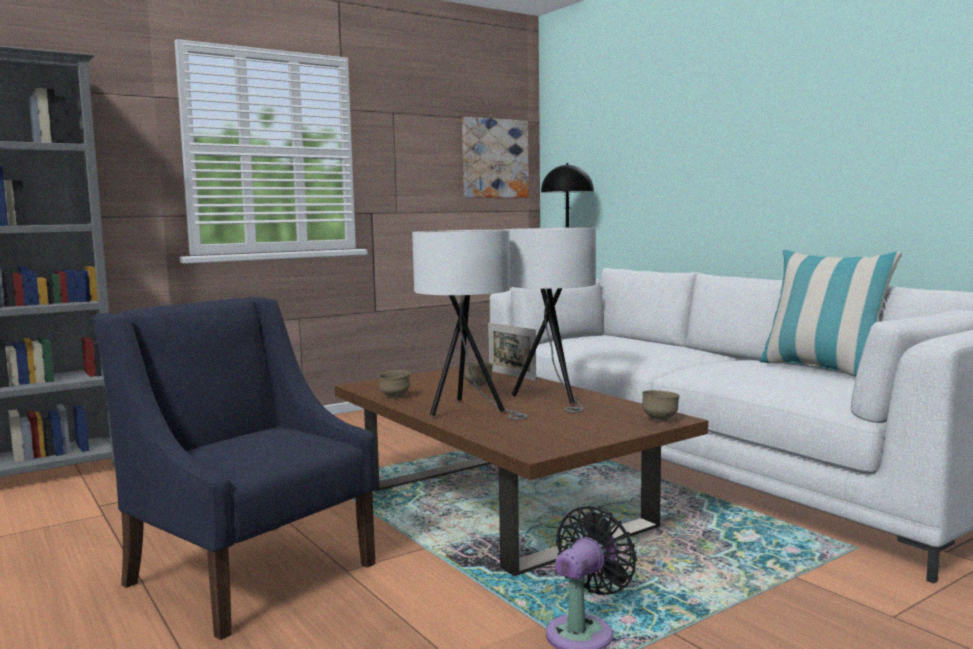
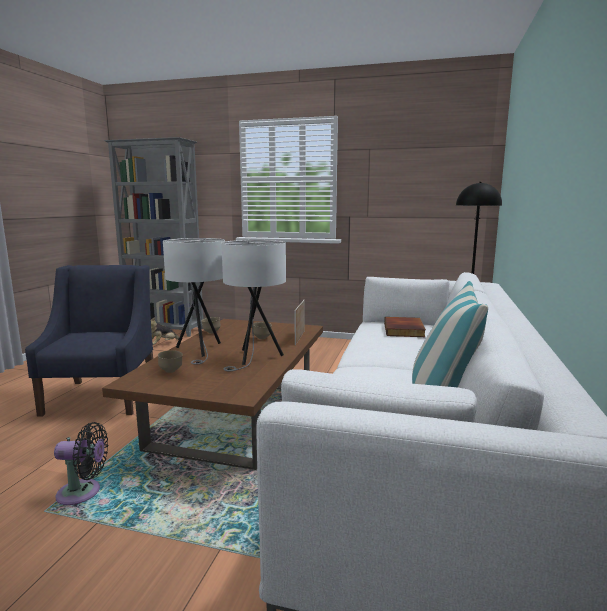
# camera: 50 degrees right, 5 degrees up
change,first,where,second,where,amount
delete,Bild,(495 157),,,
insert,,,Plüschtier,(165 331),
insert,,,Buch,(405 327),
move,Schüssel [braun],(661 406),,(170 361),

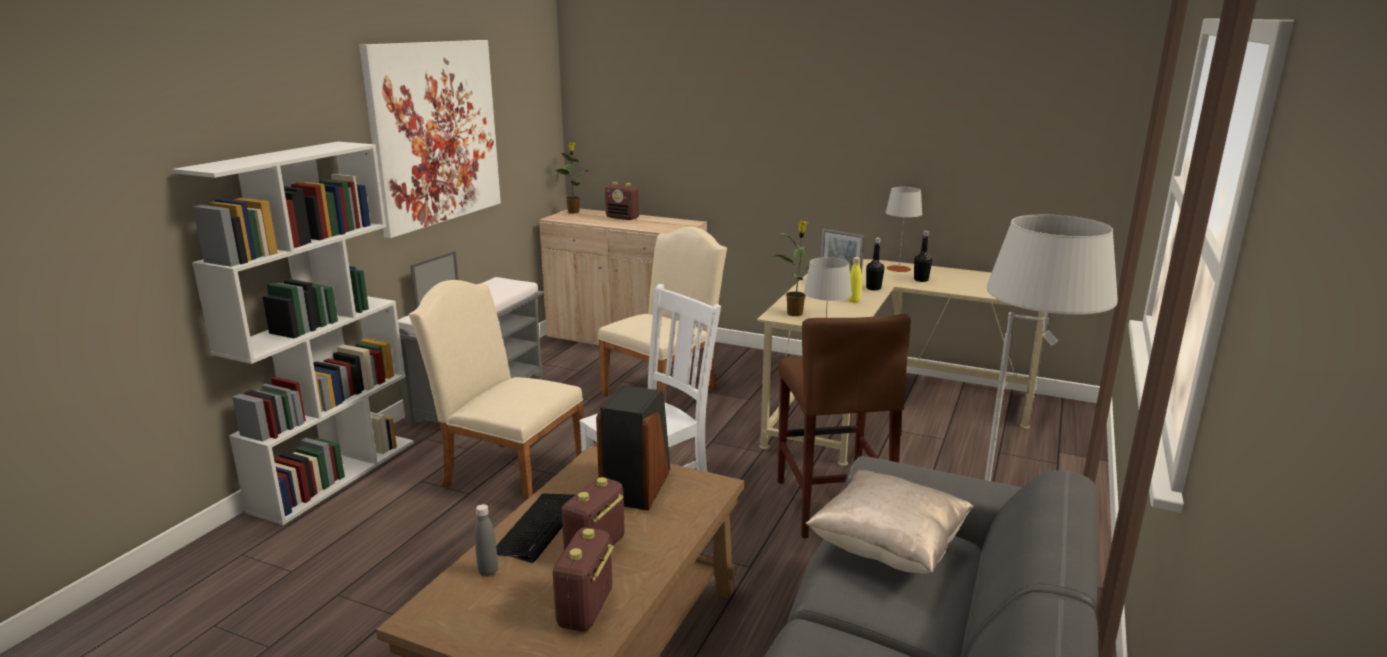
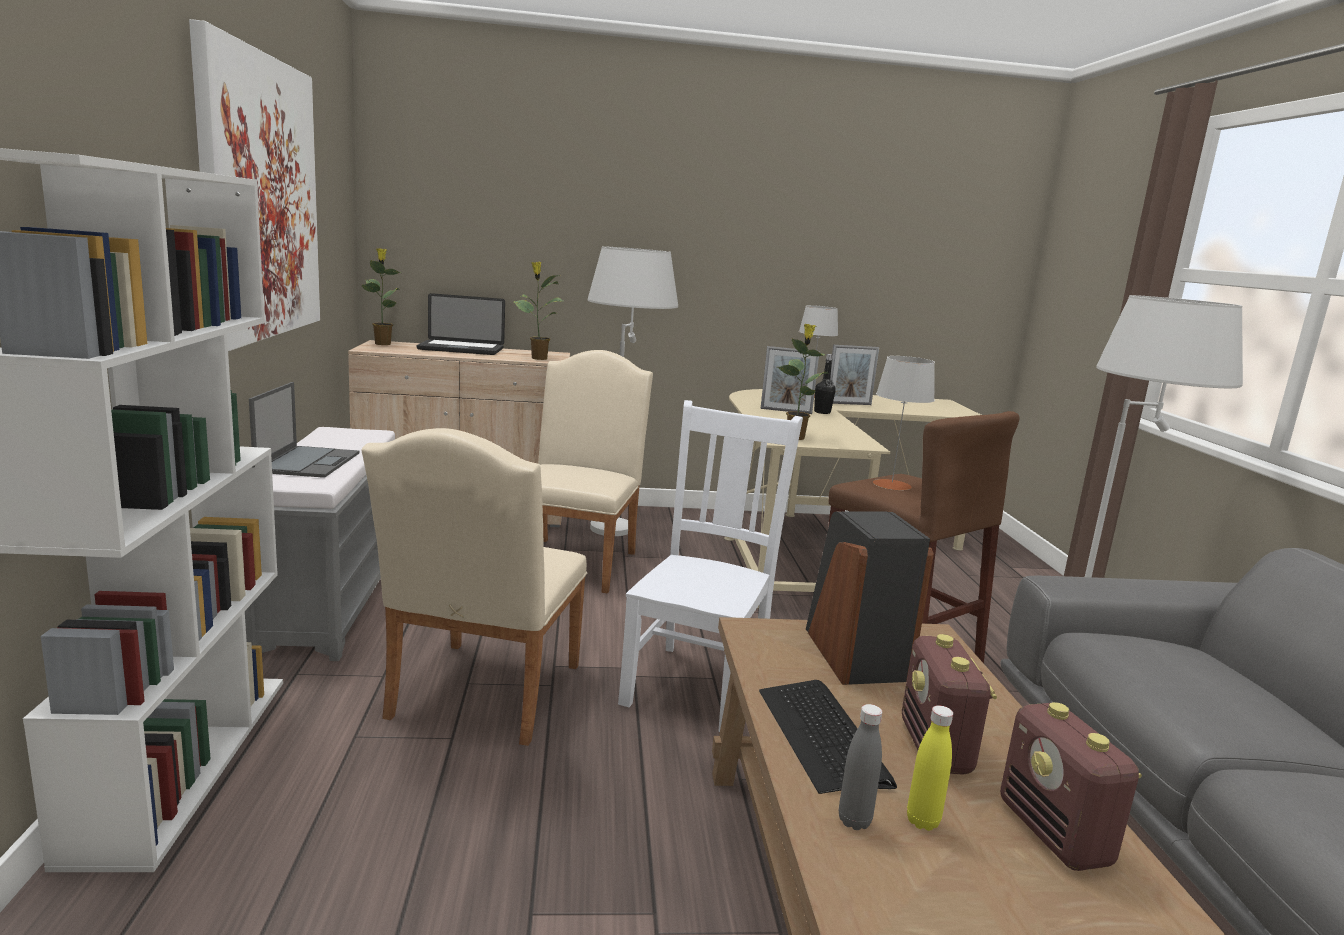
# camera: 30 degrees left, 5 degrees down
change,first,where,second,where,amount
delete,Kissen [beige],(889 522),,,
insert,,,Topfpflanze,(538 311),
insert,,,Stehlampe [weiß],(633 391),
move,Flasche [gelb],(855 280),,(930 768),
replace,Radio,(622 201),Laptop,(461 324),
replace,Flasche [schwarz],(923 256),Bilderrahmen,(855 375),
rotate,Stuhl [beige],(496 391),,(474 587),75 degrees counterclockwise

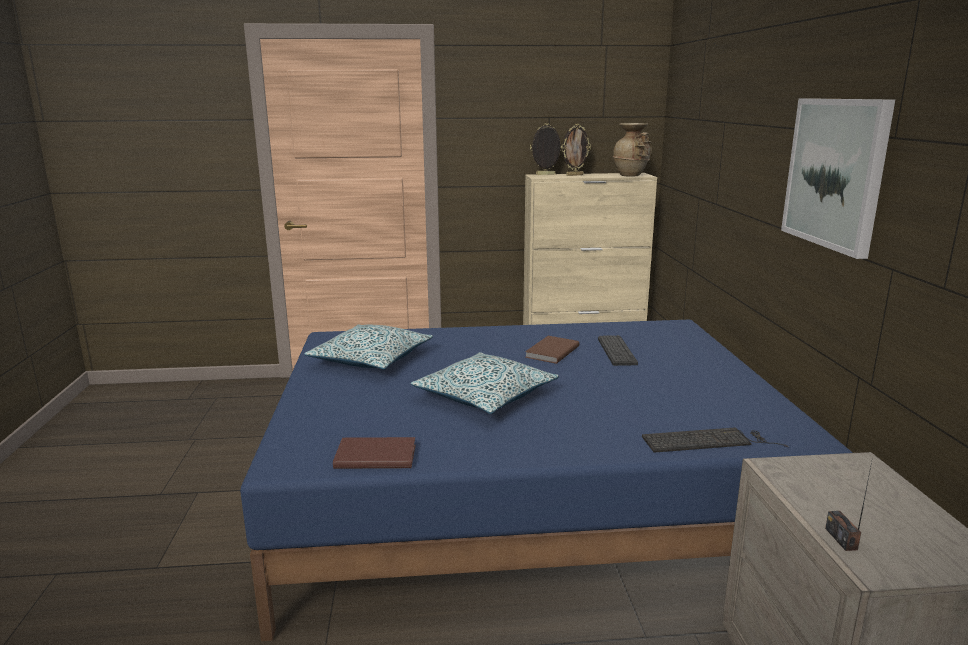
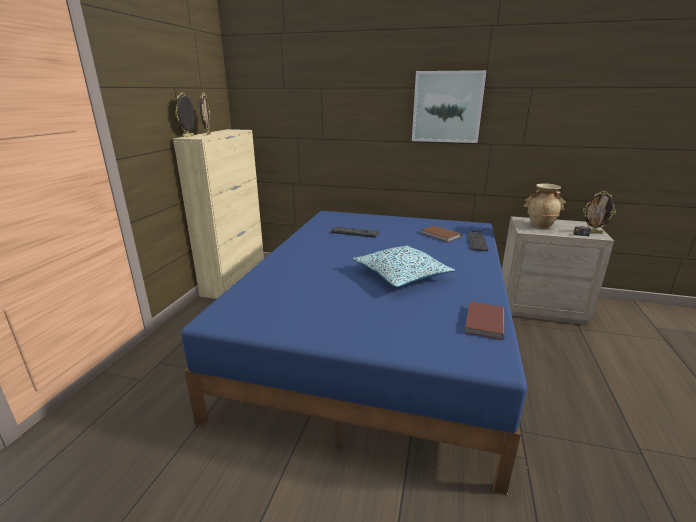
# camera: 70 degrees left, 5 degrees up
change,first,where,second,where,amount
delete,Kissen,(368 346),,,
insert,,,Bilderrahmen,(599 212),
move,Buch [braun],(552 350),,(441 234),
move,Vase [beige],(632 150),,(545 205),

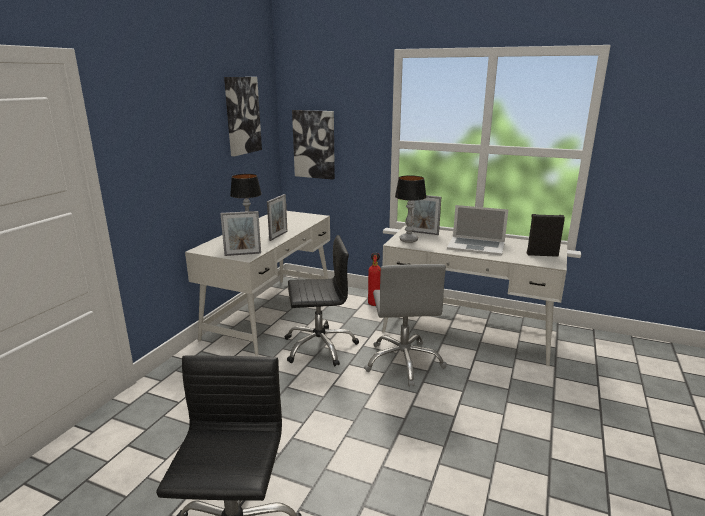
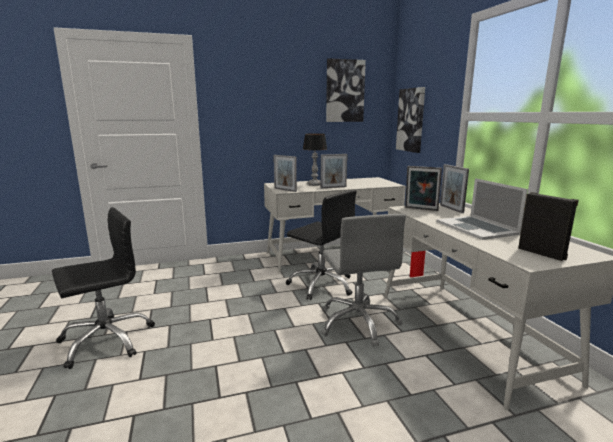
# camera: 50 degrees right, 5 degrees down
change,first,where,second,where,amount
replace,Tischlampe,(410 209),Bilderrahmen,(423 188),
rotate,Bürostuhl [grau],(405 325),,(363 280),60 degrees counterclockwise

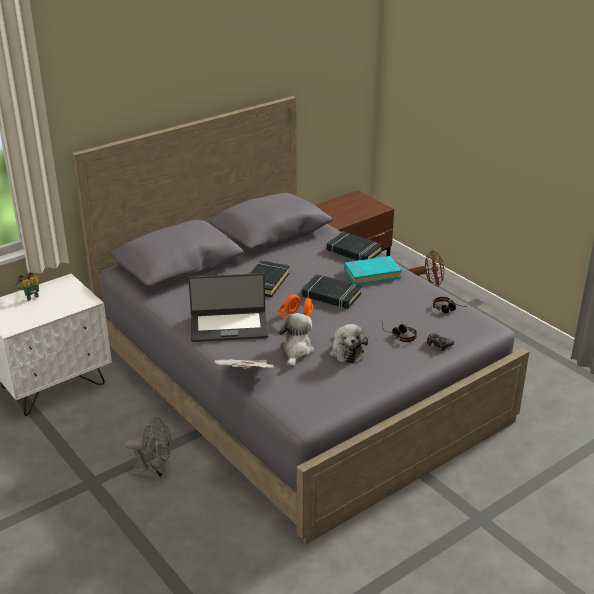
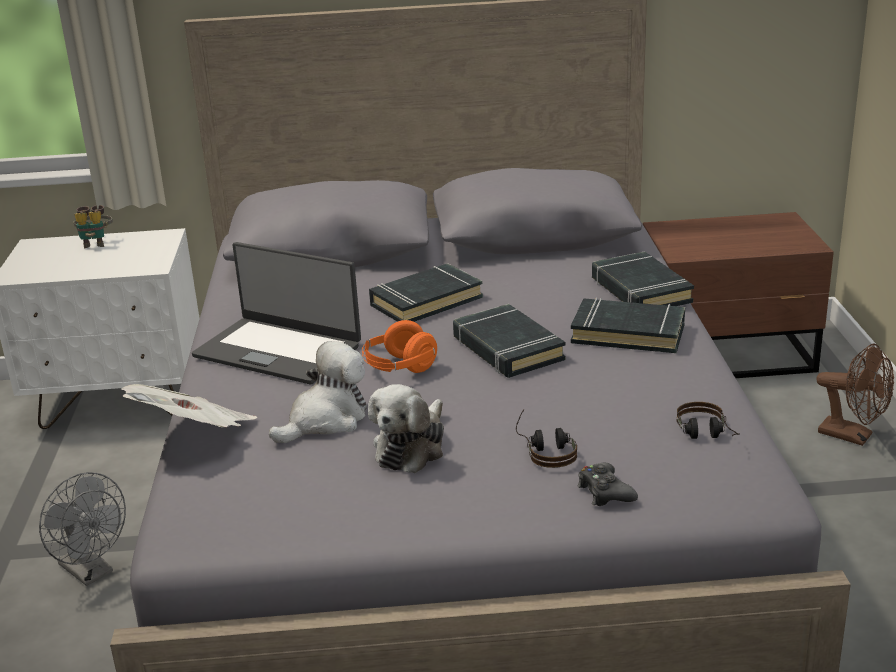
# camera: 35 degrees right, 5 degrees down
change,first,where,second,where,amount
recolor,Buch [türkis],(373 270),Buch [schwarz],(628 325),

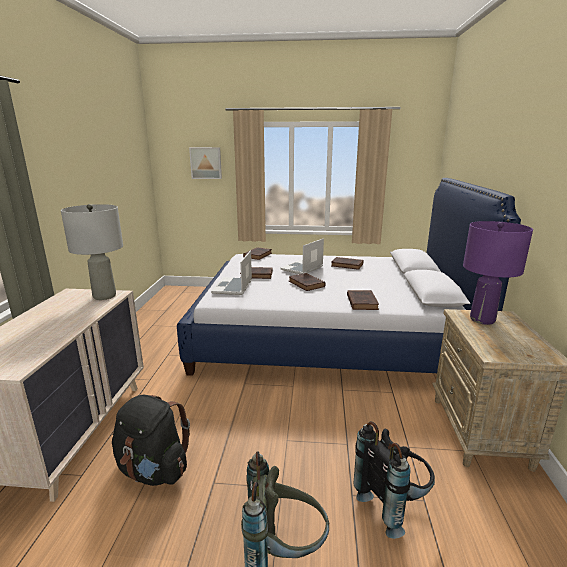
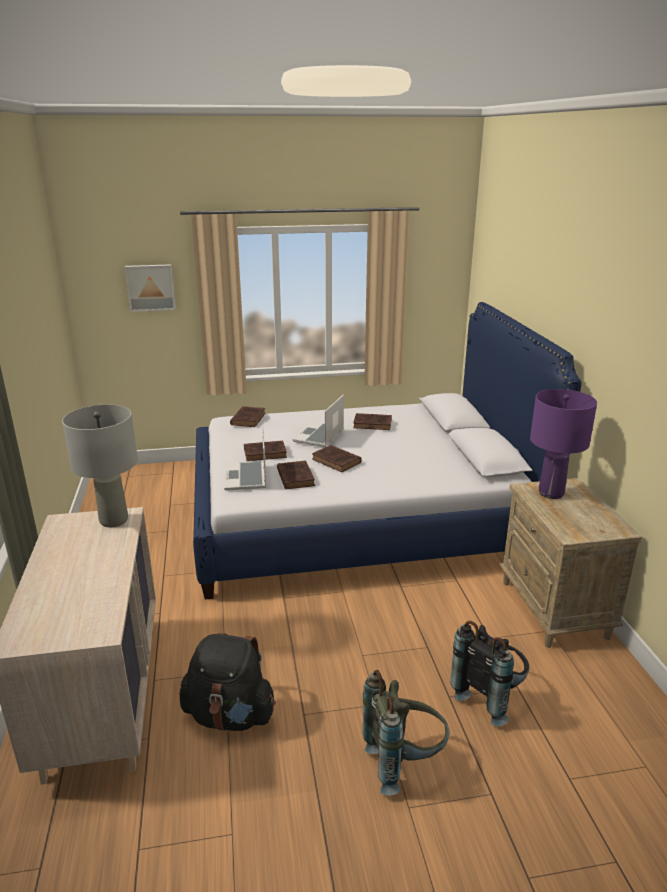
# camera: 15 degrees left, 5 degrees up
change,first,where,second,where,amount
move,Buch [braun],(363 300),,(296 475),

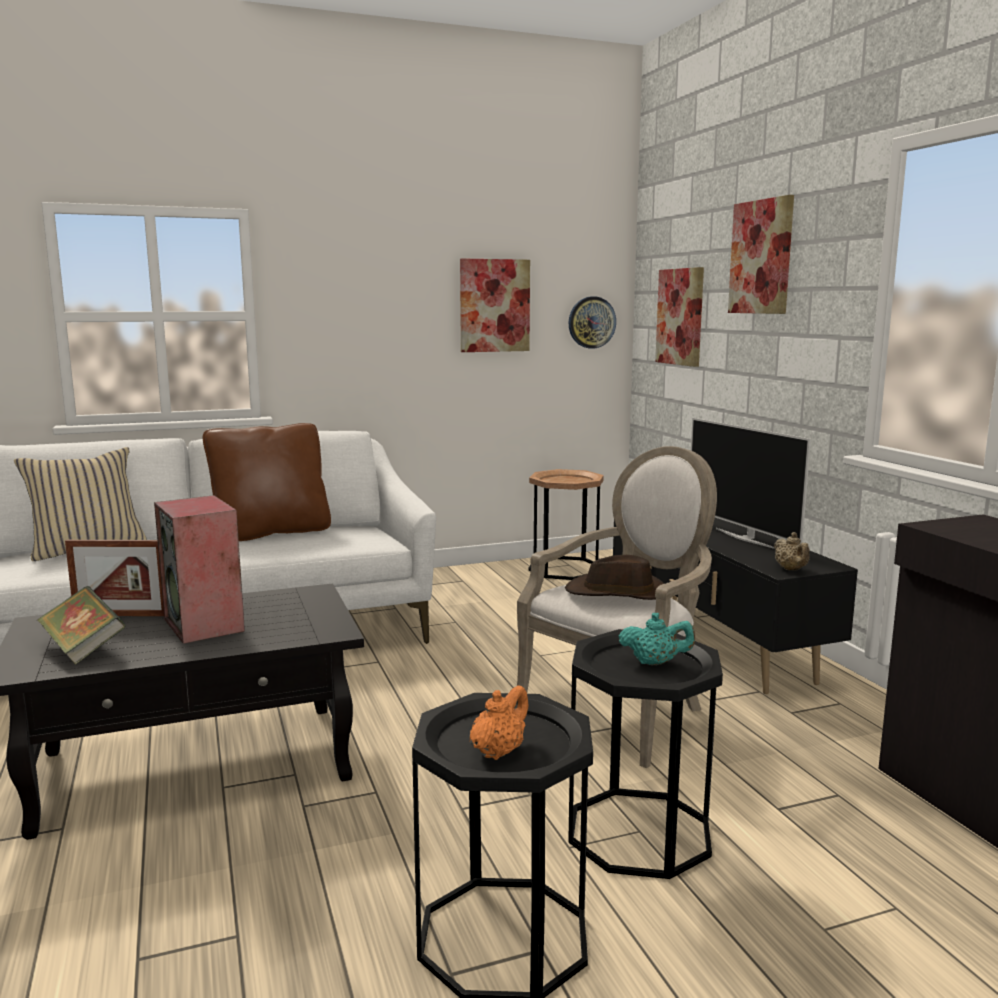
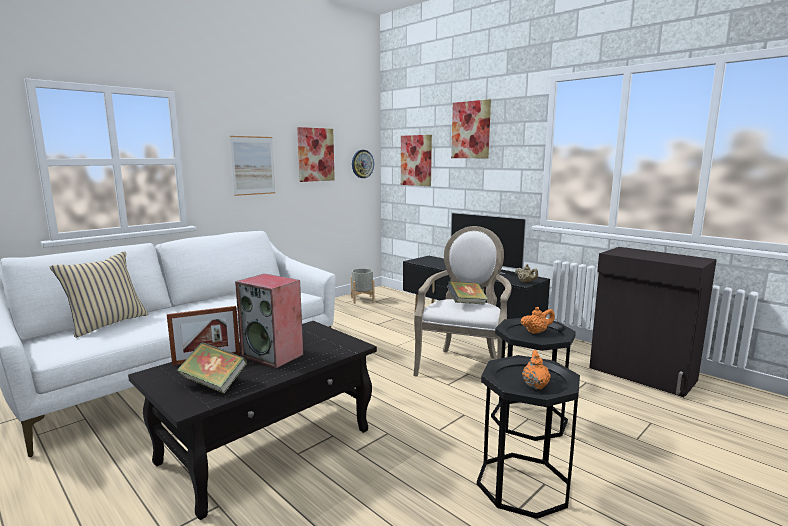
# camera: 25 degrees left, 0 degrees up
change,first,where,second,where,amount
delete,Kissen [braun],(267 482),,,
insert,,,Bild,(252 166),
replace,Beistelltisch [braun],(566 524),Pflanzkübel [grau],(363 286),
replace,Hut [braun],(614 577),Buch,(467 293),
recolor,Teekanne [türkis],(657 639),Teekanne [orange],(538 320),

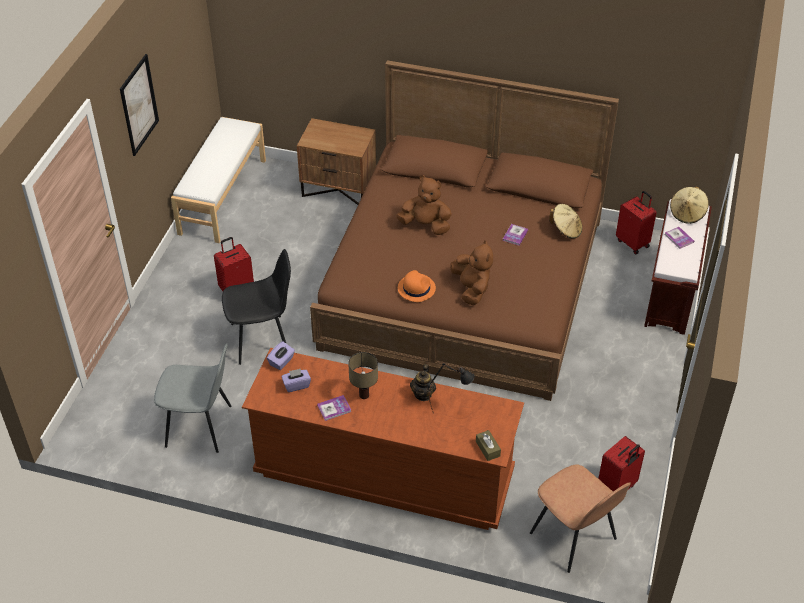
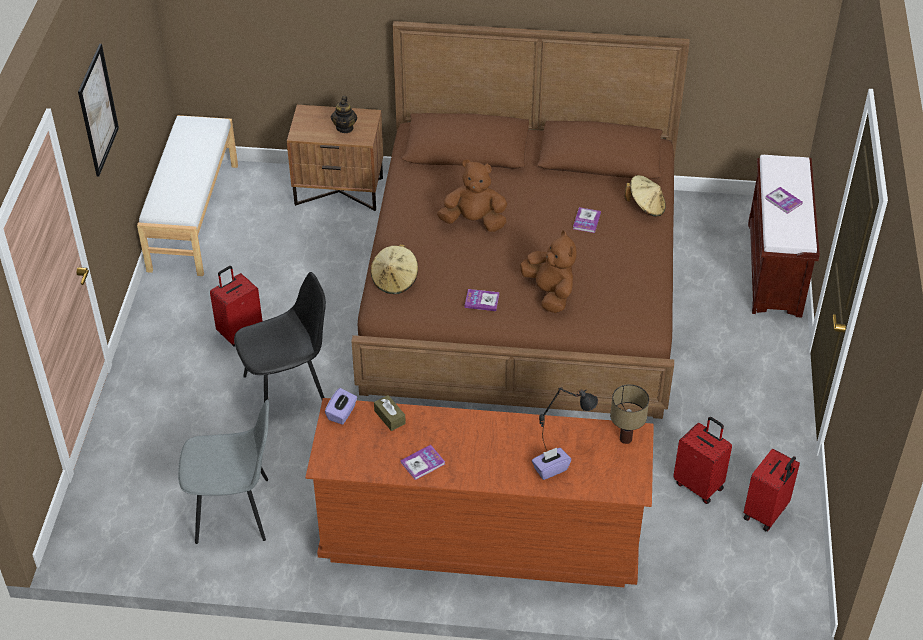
# camera: 10 degrees left, 0 degrees up
change,first,where,second,where,amount
delete,Stuhl [braun],(580 518),,,
move,Taschentuchbox [lila],(296 380),,(551 464),
move,Tischlampe,(363 375),,(629 414),
move,Teekanne,(423 382),,(344 114),
move,Taschentuchbox [braun],(488 445),,(390 413),
move,Koffer [rot],(636 222),,(702 460),
move,Hut [beige],(689 205),,(394 269),
replace,Hut [orange],(417 286),Buch,(481 300),

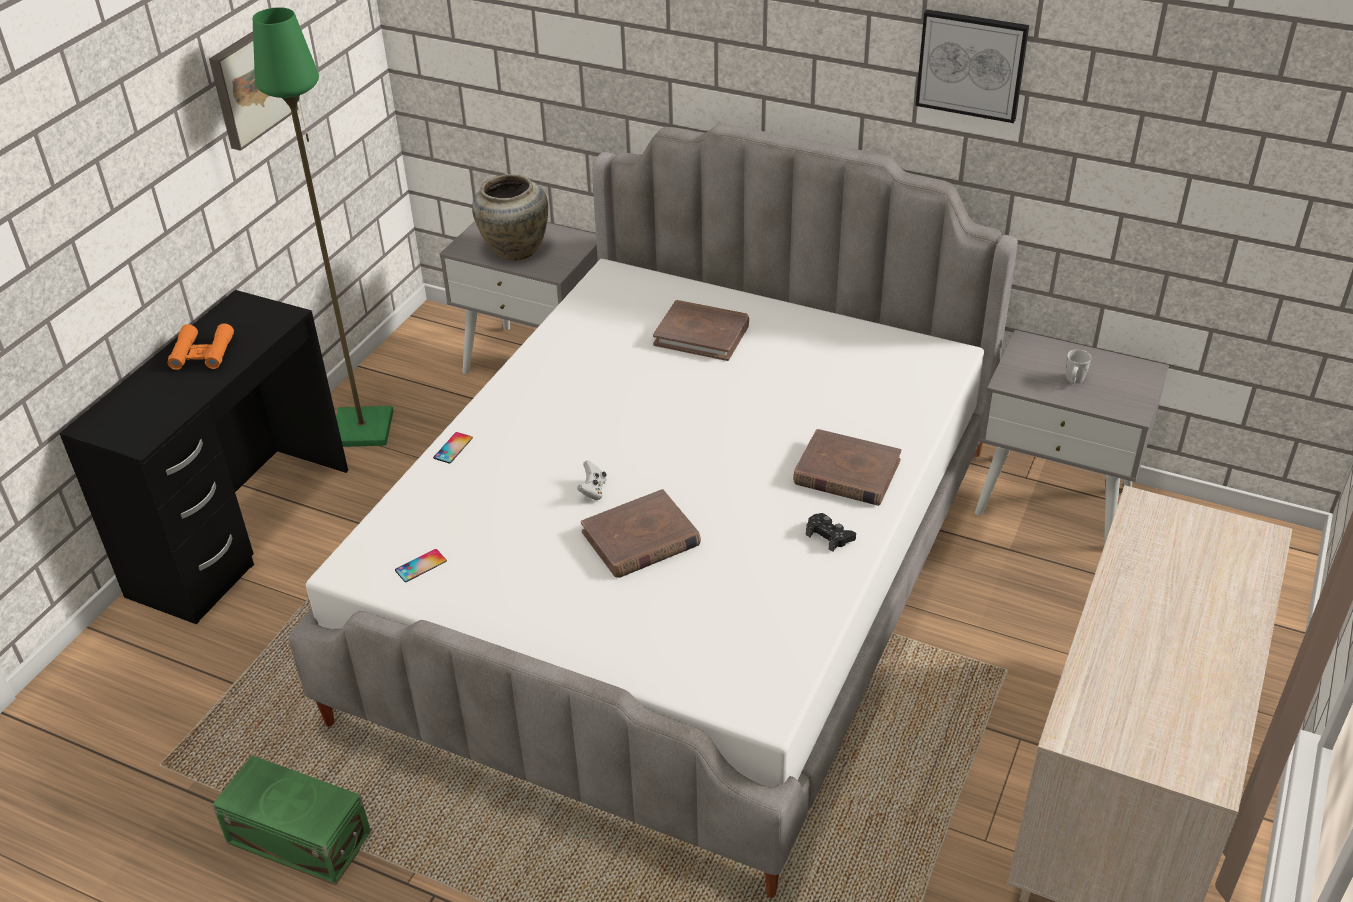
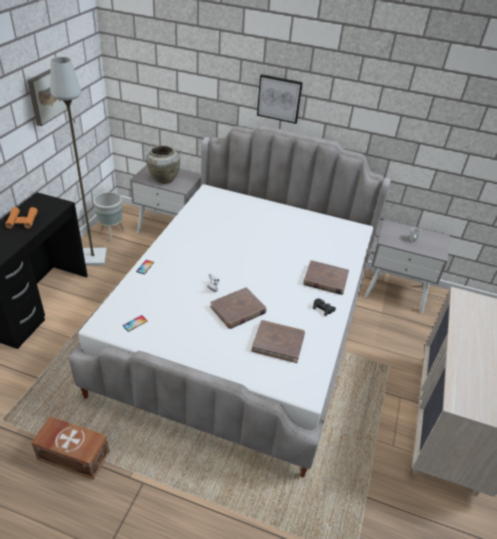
# camera: 10 degrees left, 0 degrees up
change,first,where,second,where,amount
insert,,,Pflanzkübel [grau],(108 216),
move,Buch [braun],(701 330),,(278 341),
move,Bild,(972 66),,(280 99),
recolor,Aufbewahrungsbox [grün],(291 820),Aufbewahrungsbox [braun],(70 448),
recolor,Stehlampe [grün],(322 227),Stehlampe [grau],(78 161),

